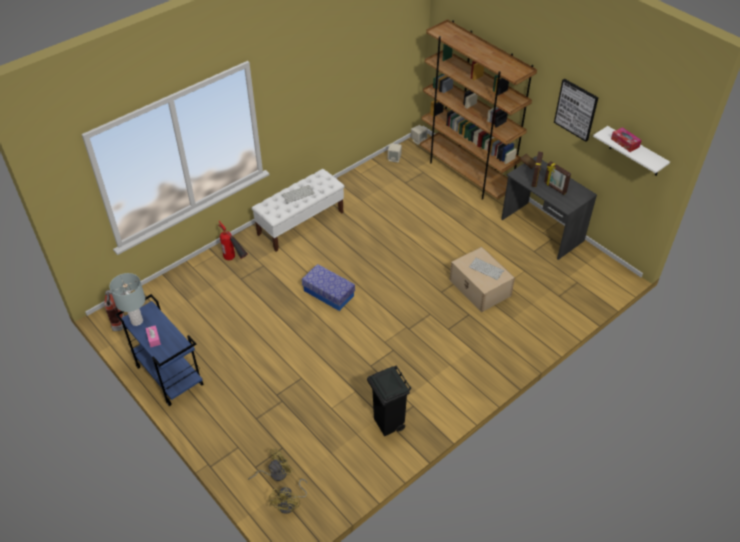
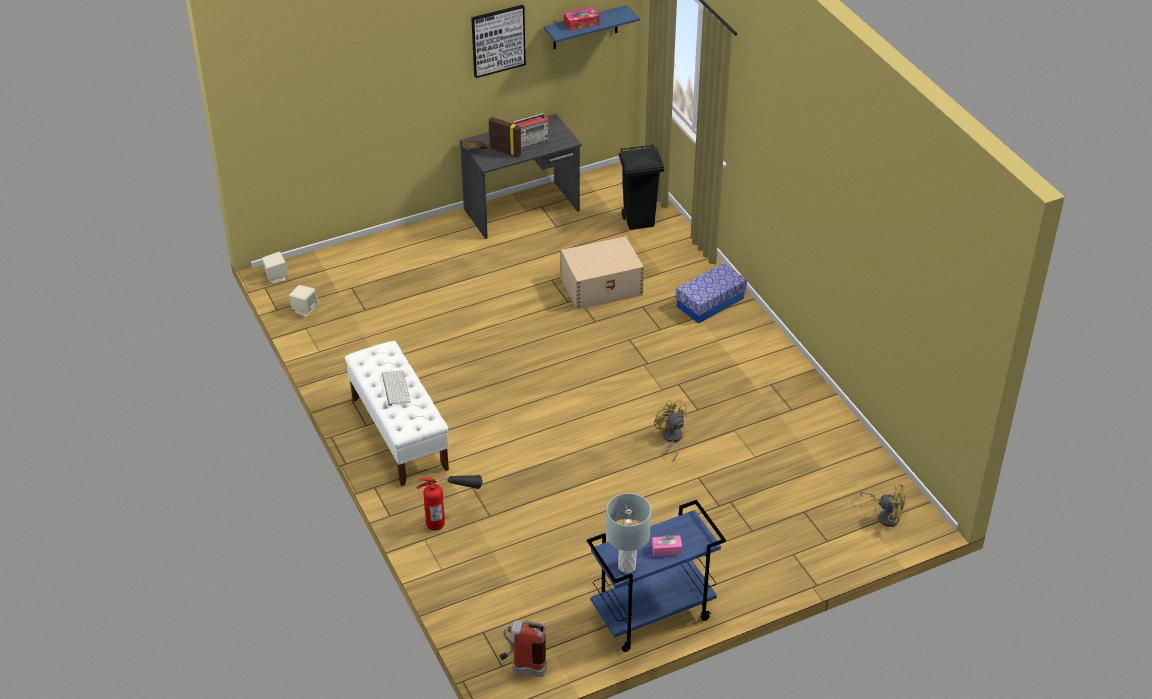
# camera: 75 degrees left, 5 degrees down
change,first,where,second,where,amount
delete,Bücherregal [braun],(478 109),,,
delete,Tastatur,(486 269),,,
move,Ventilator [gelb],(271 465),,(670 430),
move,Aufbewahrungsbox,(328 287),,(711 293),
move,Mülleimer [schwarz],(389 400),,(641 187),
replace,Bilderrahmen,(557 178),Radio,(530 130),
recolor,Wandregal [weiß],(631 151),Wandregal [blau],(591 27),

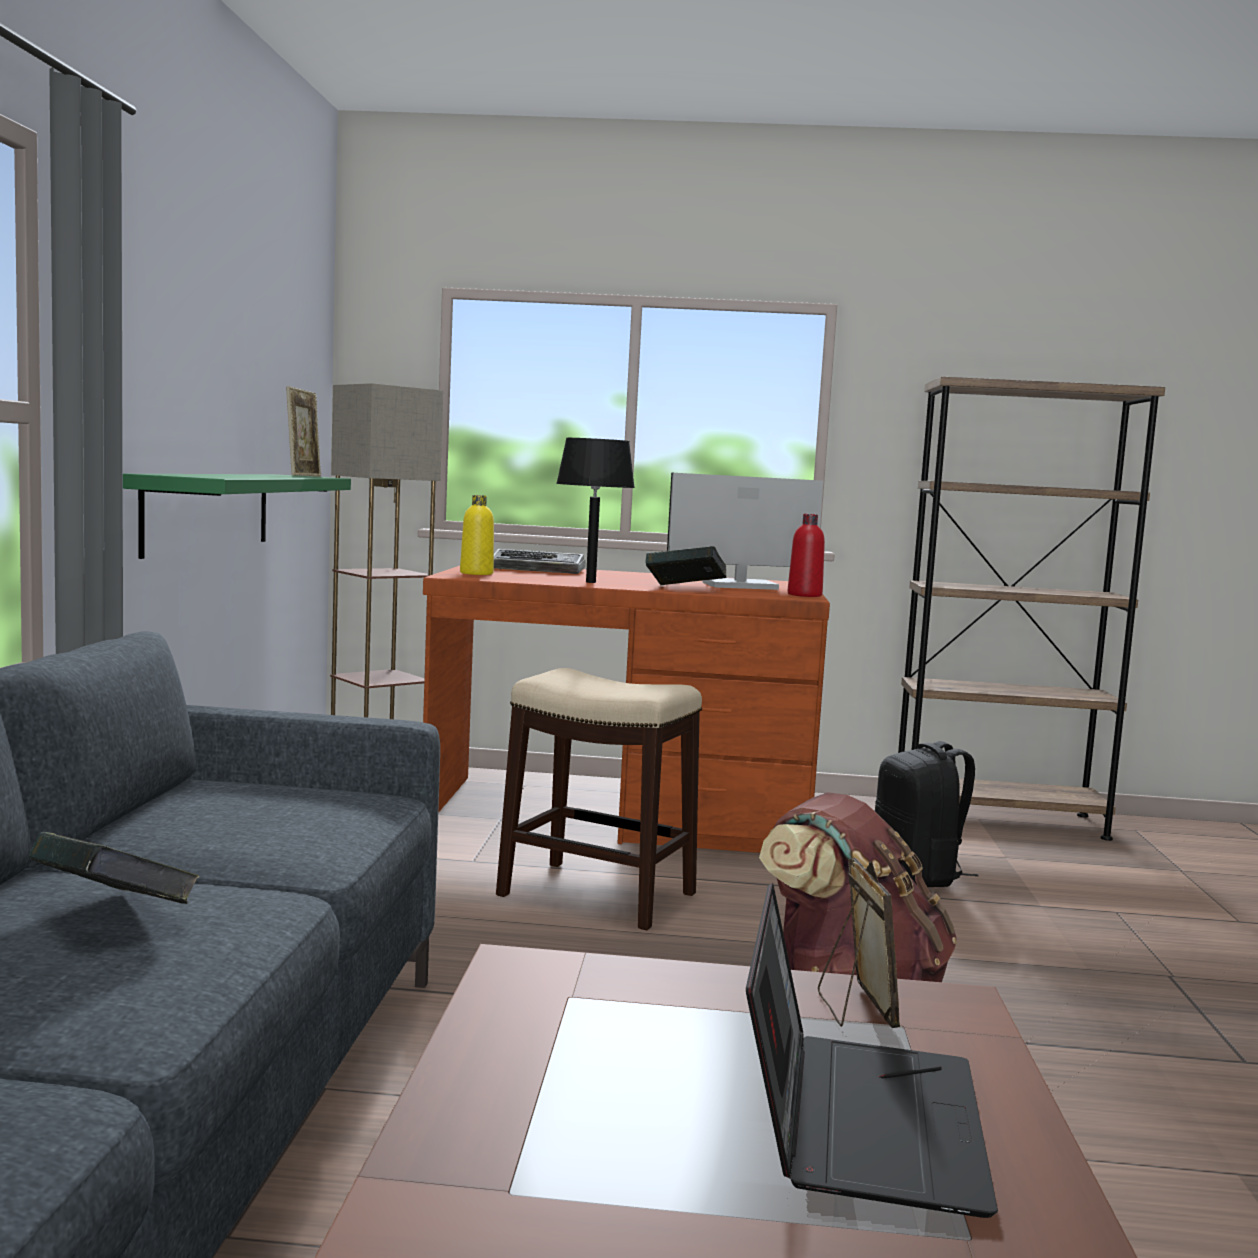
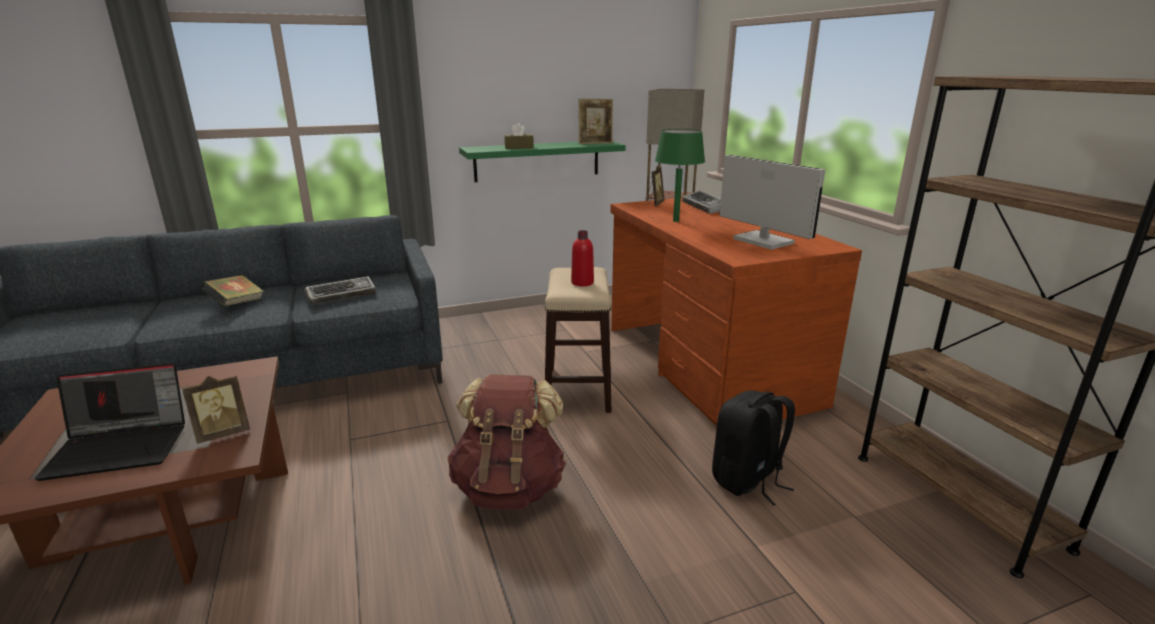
# camera: 65 degrees right, 15 degrees up
change,first,where,second,where,amount
delete,Buch,(686 566),,,
insert,,,Tastatur,(340 290),
insert,,,Taschentuchbox [braun],(519 136),
move,Flasche [rot],(806 555),,(582 258),
replace,Flasche [gelb],(477 535),Bilderrahmen,(654 186),
recolor,Tischlampe [schwarz],(595 510),Tischlampe [grün],(680 175),

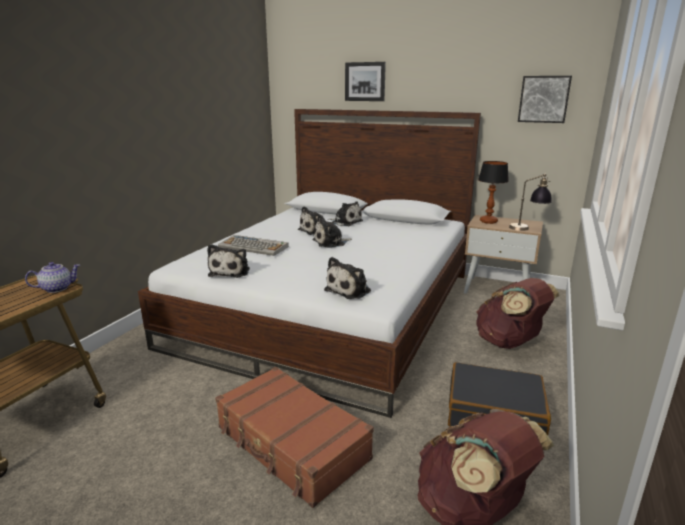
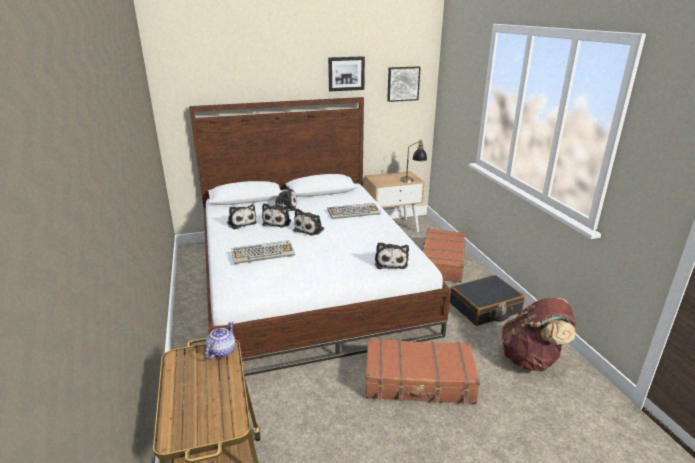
# camera: 40 degrees left, 5 degrees up
change,first,where,second,where,amount
delete,Tischlampe,(493 192),,,
insert,,,Tastatur,(354 211),
move,Plüschtier,(228 261),,(242 216),
move,Bild,(365 81),,(346 73),
replace,Rucksack [braun],(517 313),Koffer [braun],(443 255),

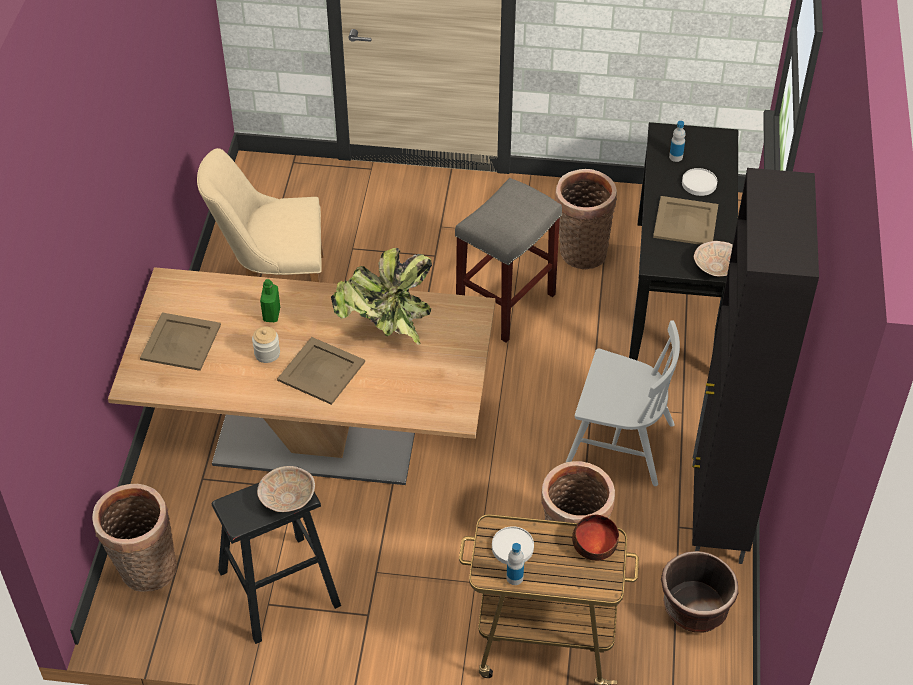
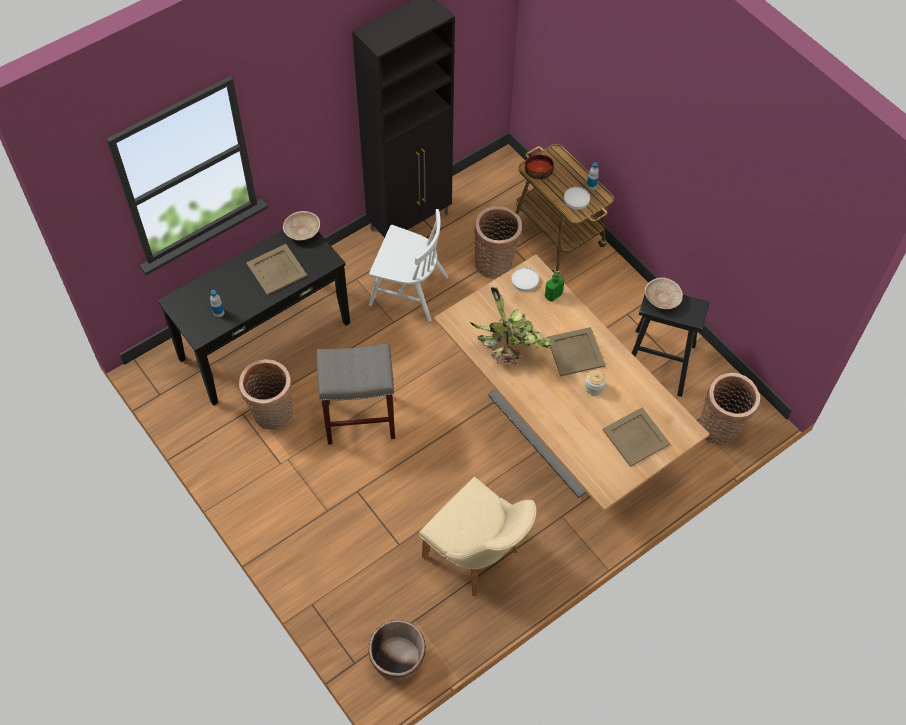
# camera: 135 degrees left, 10 degrees up
change,first,where,second,where,amount
move,Flasche [grün],(270 300),,(554 287),
move,Pflanzkübel [braun],(699 592),,(397 650),
move,Teller [weiß],(699 182),,(525 279),
rotate,Stuhl [weiß],(622 403),,(409 265),135 degrees clockwise

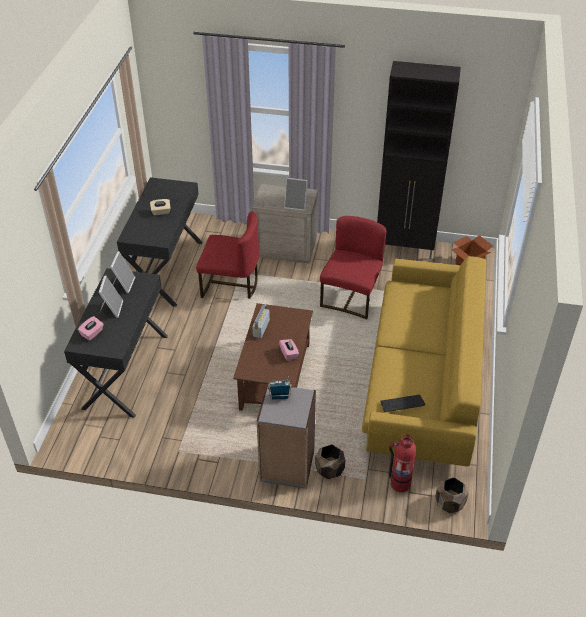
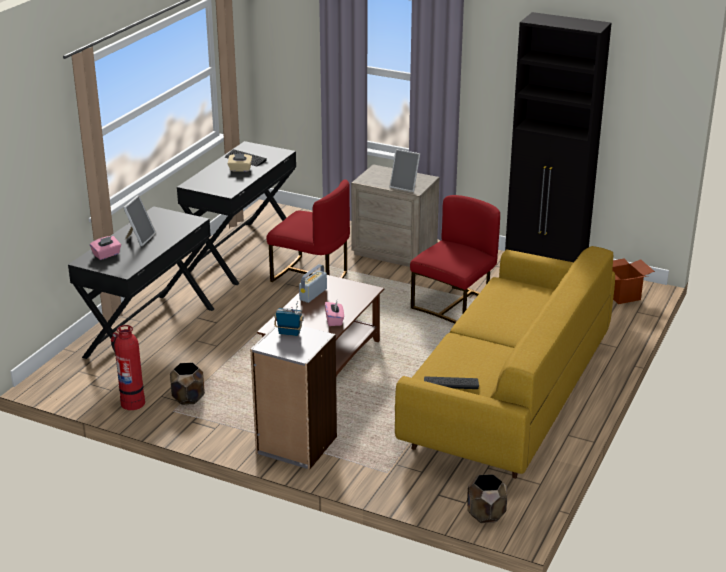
# camera: 15 degrees right, 15 degrees down
change,first,where,second,where,amount
delete,Bilderrahmen,(122 272),,,
move,Pflanzkübel [braun],(330 461),,(187 383),
move,Feuerlöscher,(402 463),,(128 367),

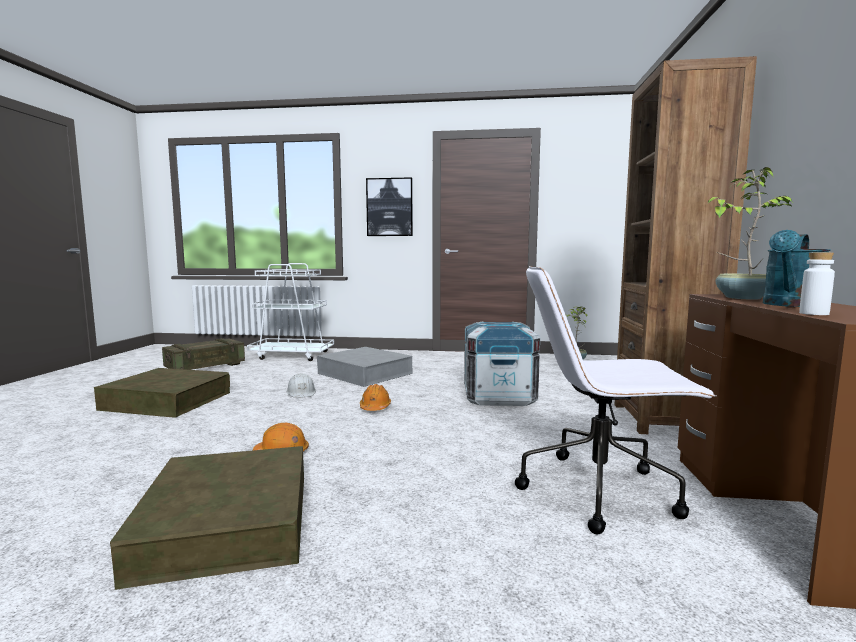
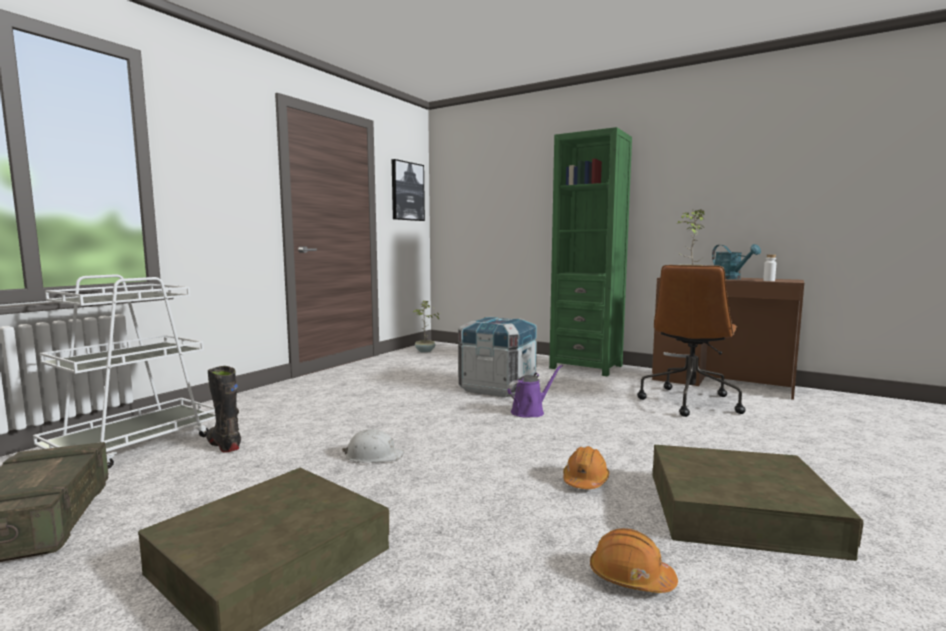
# camera: 65 degrees left, 0 degrees up
change,first,where,second,where,amount
delete,Aufbewahrungsbox [grau],(364 367),,,
insert,,,Stiefel [schwarz],(223 409),
insert,,,Gießkanne [lila],(535 391),
move,Schutzhelm [orange],(375 397),,(634 560),
move,Bild,(389 206),,(408 190),
recolor,Bürostuhl [weiß],(615 400),Bürostuhl [braun],(691 341),
recolor,Bücherregal [braun],(685 245),Bücherregal [grün],(590 251),

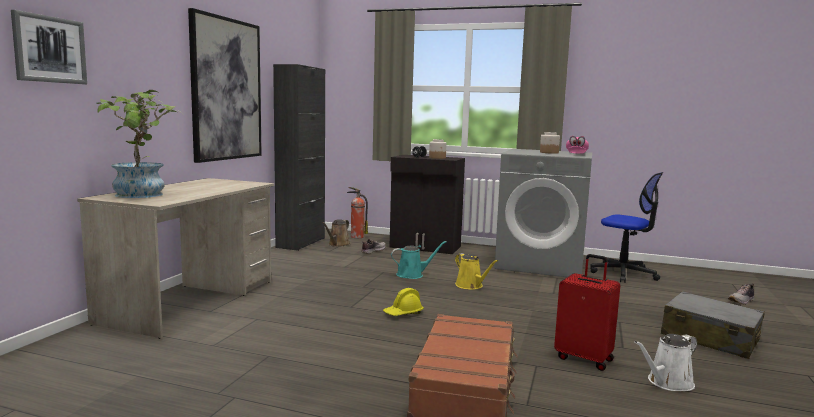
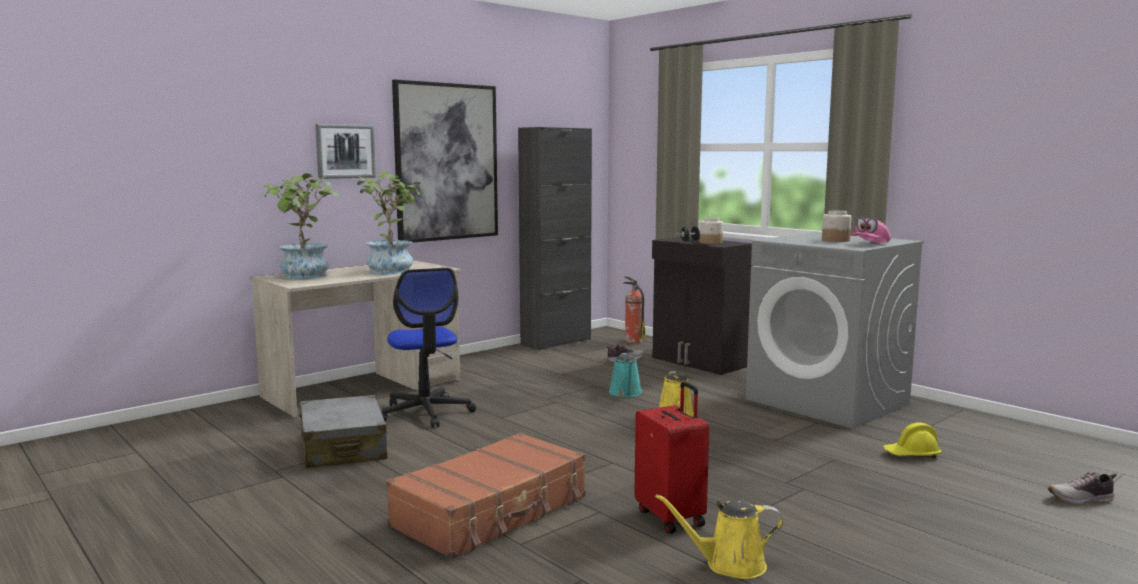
# camera: 30 degrees right, 0 degrees up
change,first,where,second,where,amount
delete,Gießkanne [braun],(336 233),,,
insert,,,Topfpflanze,(388 222),
move,Bild,(49 47),,(345 151),
move,Schutzhelm [gelb],(403 302),,(912 440),
move,Bürostuhl,(626 227),,(429 348),
move,Koffer [grau],(713 325),,(344 431),
recolor,Gießkanne [weiß],(665 362),Gießkanne [gelb],(719 536),
rotate,Gießkanne [türkis],(419 260),,(625 375),75 degrees clockwise

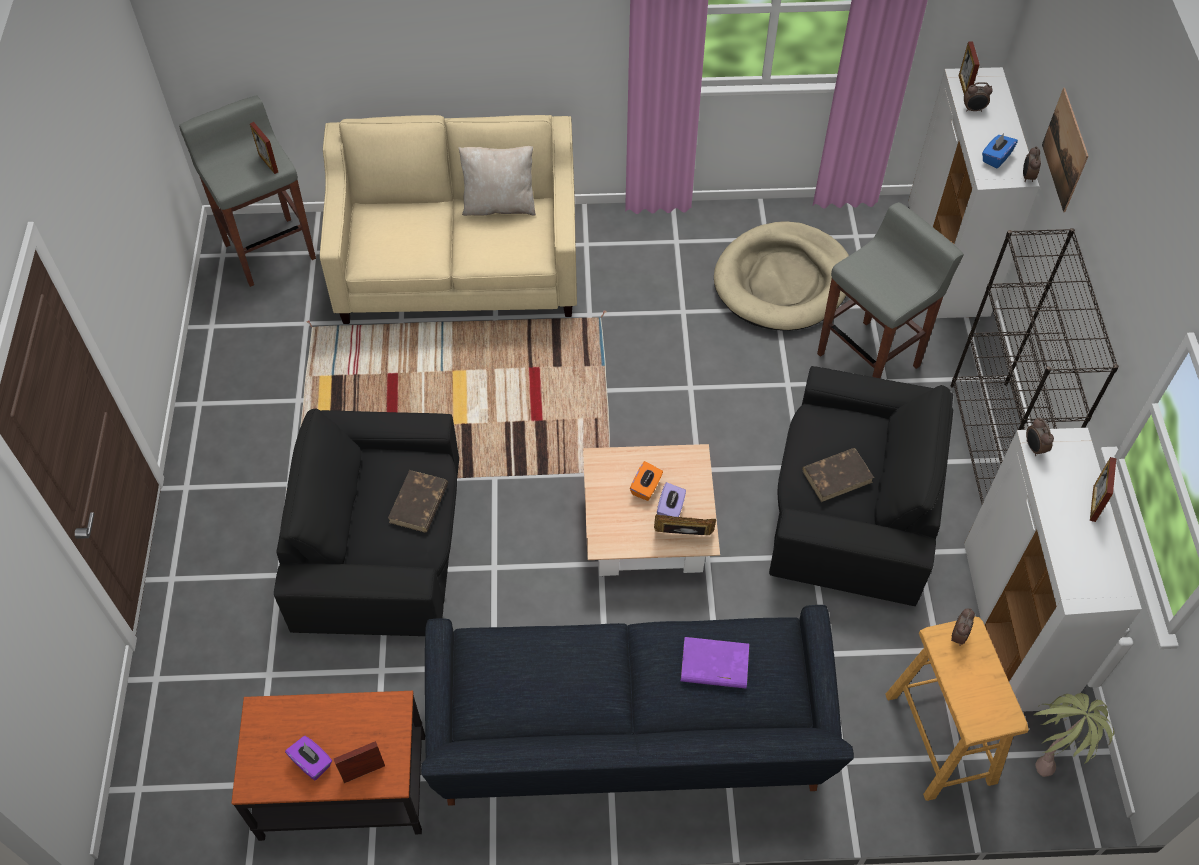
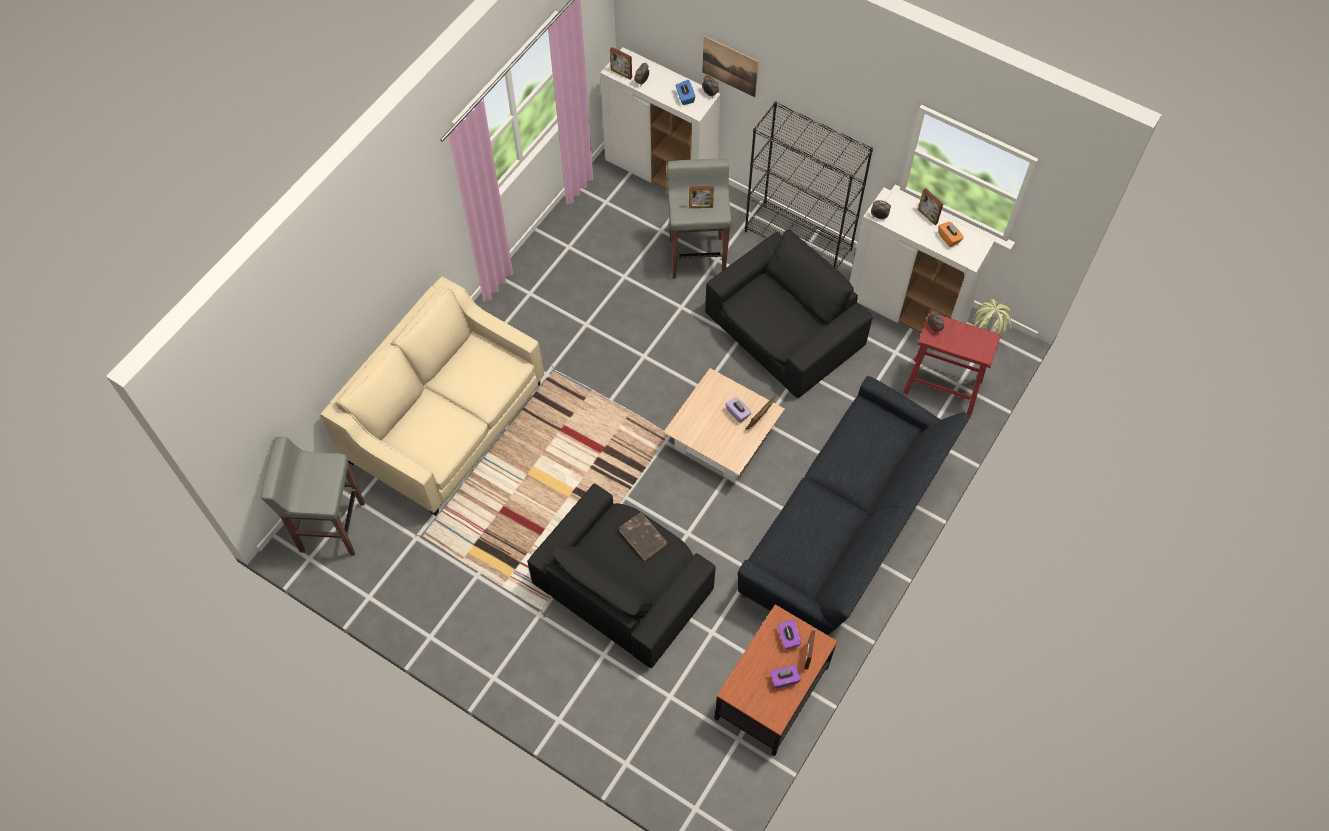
# camera: 55 degrees left, 5 degrees up
change,first,where,second,where,amount
delete,Kissen [beige],(497 181),,,
delete,Buch [lila],(715 663),,,
delete,Hundebett [beige],(781 276),,,
delete,Buch [braun],(838 475),,,
insert,,,Taschentuchbox [lila],(789 634),
move,Bilderrahmen,(264 148),,(701 197),
move,Taschentuchbox [orange],(646 481),,(951 234),
recolor,Hocker [beige],(957 709),Hocker [rot],(952 364),

